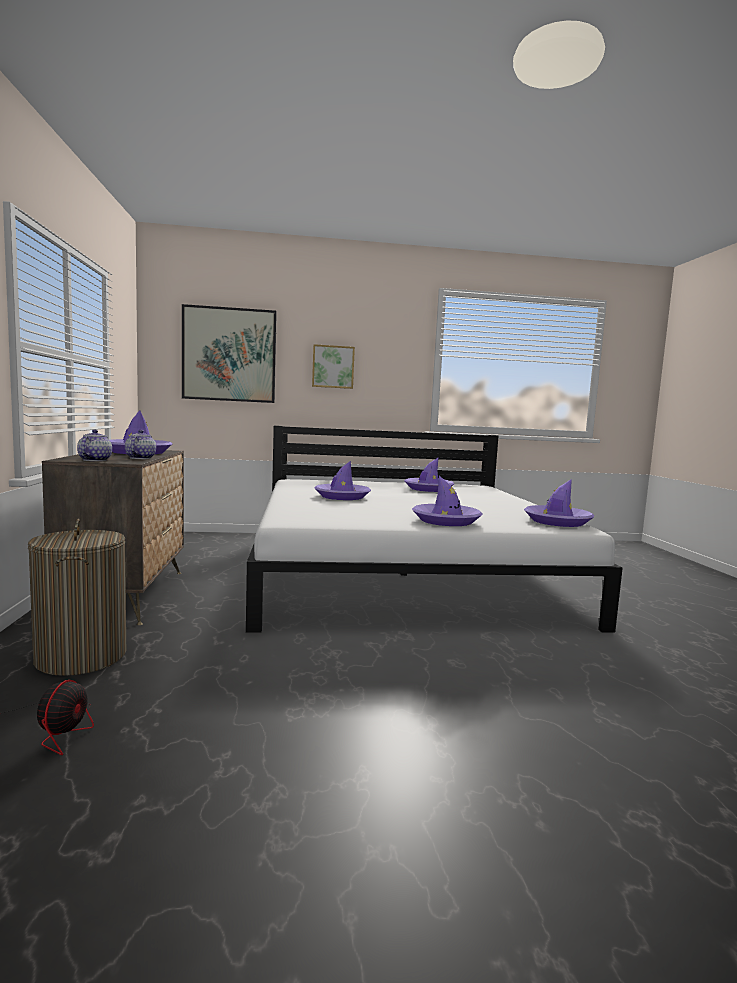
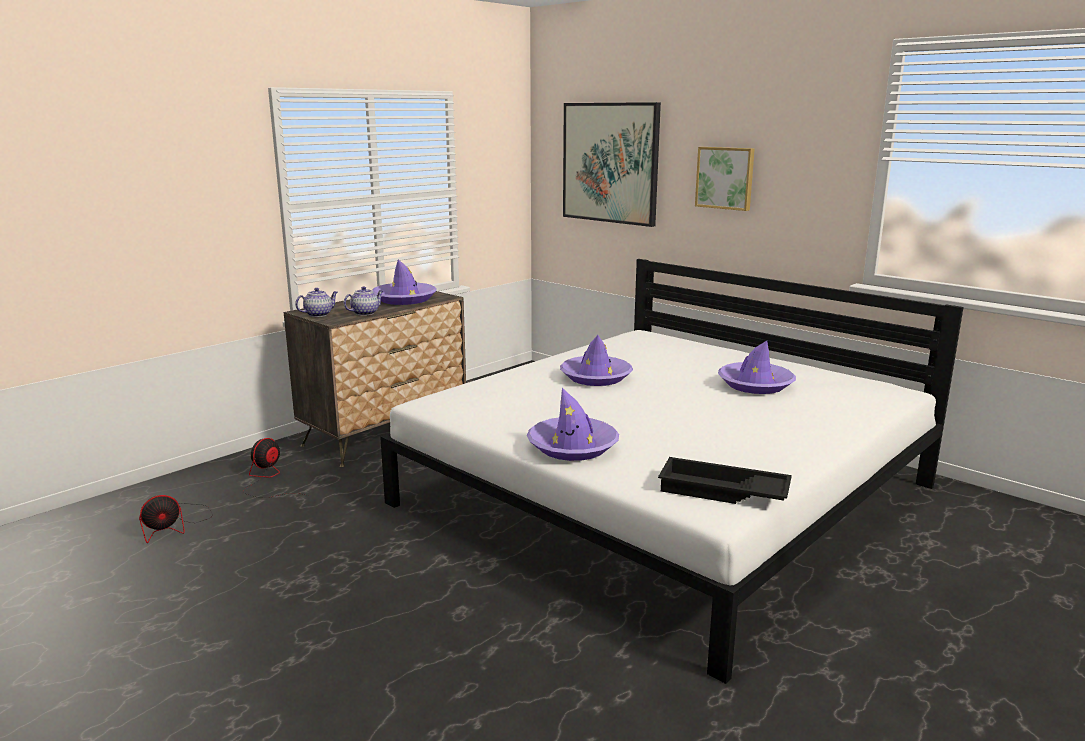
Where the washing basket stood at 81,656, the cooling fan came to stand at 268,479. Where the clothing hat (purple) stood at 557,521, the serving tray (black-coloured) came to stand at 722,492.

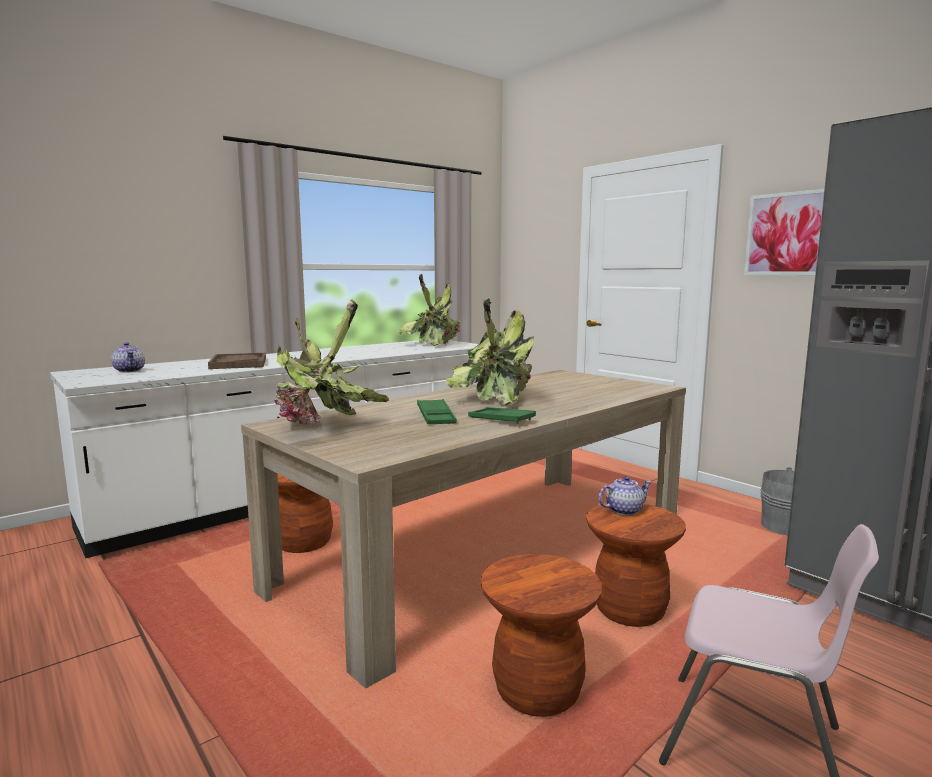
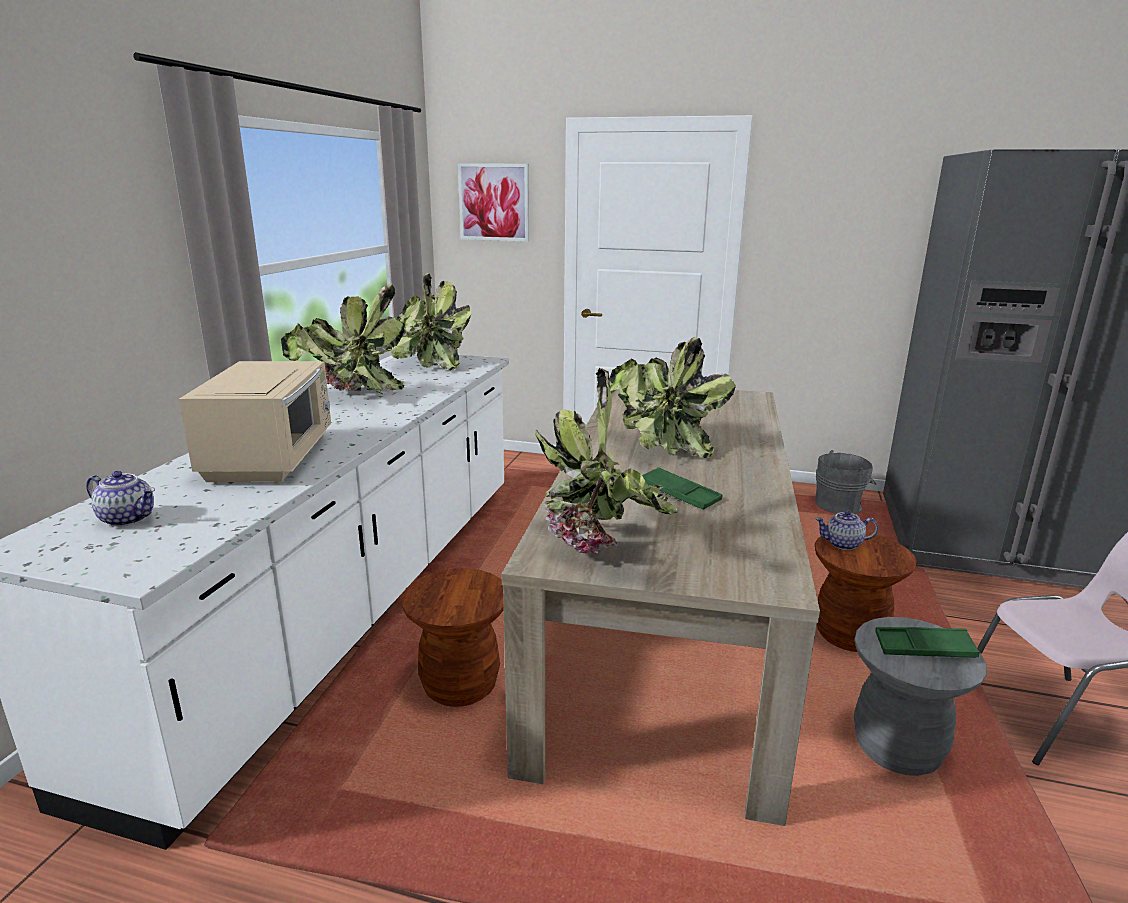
The second view gained the potted plant at 353,396. The serving tray (greenish) ended up elsewhere, having gone from 501,420 to 924,648. The wall picture ended up elsewhere, having gone from 789,234 to 494,202. Where the serving tray (brown-coloured) stood at 238,363, the microwave (beige-coloured) came to stand at 272,458. What was the stool (brown-coloured) at 537,692 turned into the stool (greyish) at 897,749. The pot for tea at 624,510 ended up facing another way, 120 degrees counterclockwise from before.

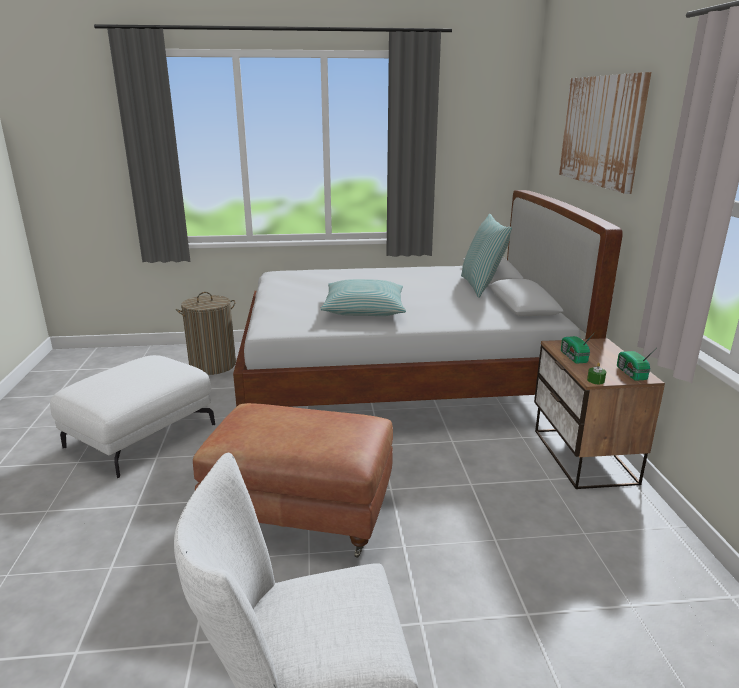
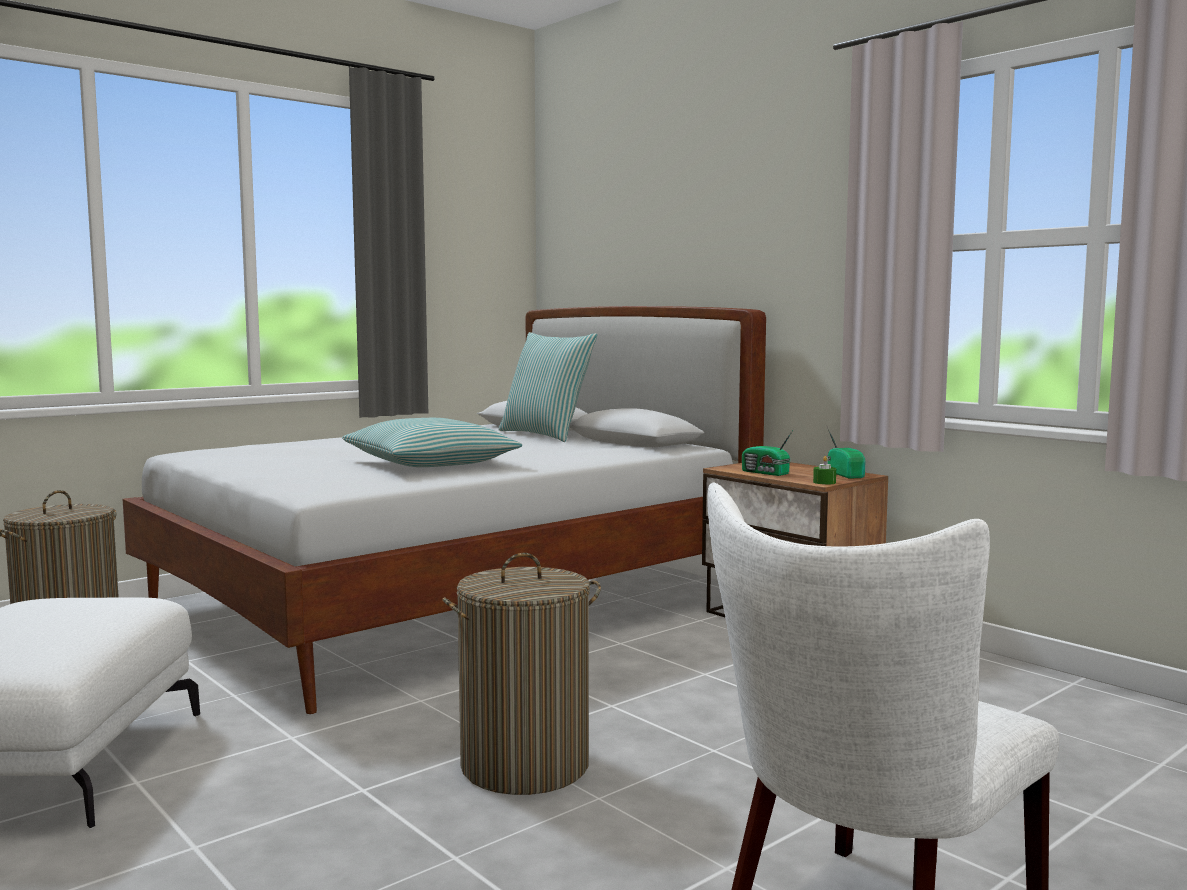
The second view lost the wall picture at 601,131. Where the pouffe (brown-coloured) stood at 302,515, the washing basket came to stand at 525,765. The radio at 631,374 ended up facing another way, 150 degrees counterclockwise from before.

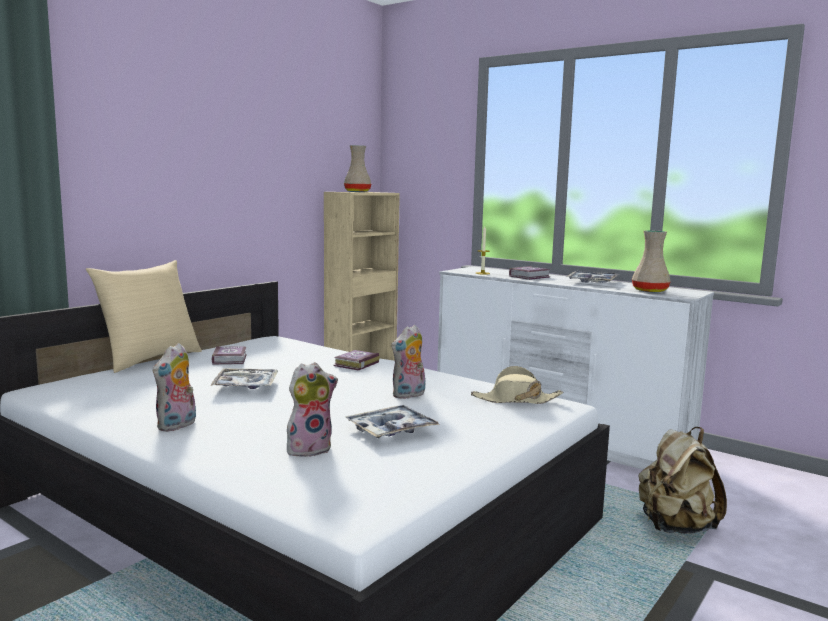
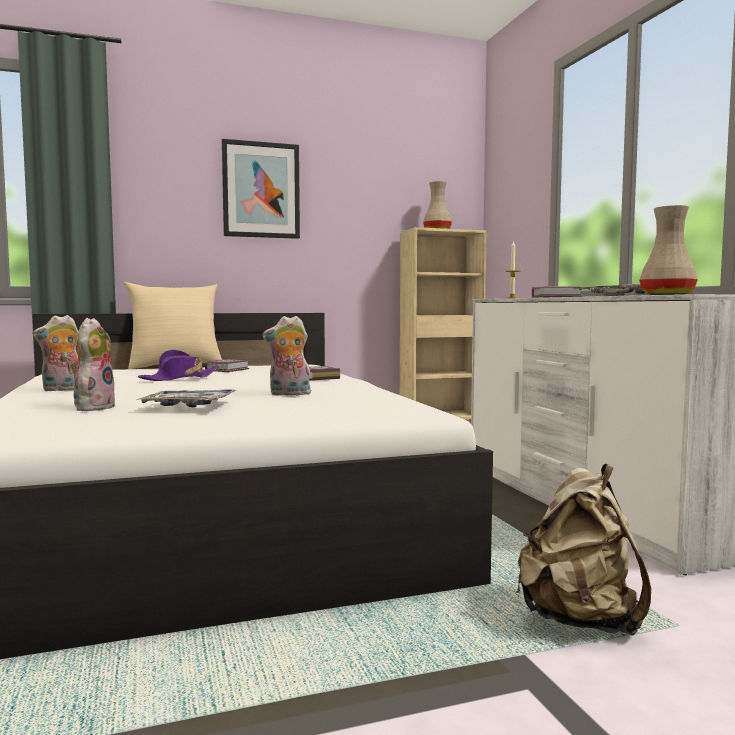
The second view lost the clothing hat (beige-coloured) at 516,400. The second view gained the wall picture at 261,190. Where the serving tray stood at 246,385, the clothing hat (purple) came to stand at 180,378. The cuddly toy at 309,448 ended up facing another way, 90 degrees counterclockwise from before.

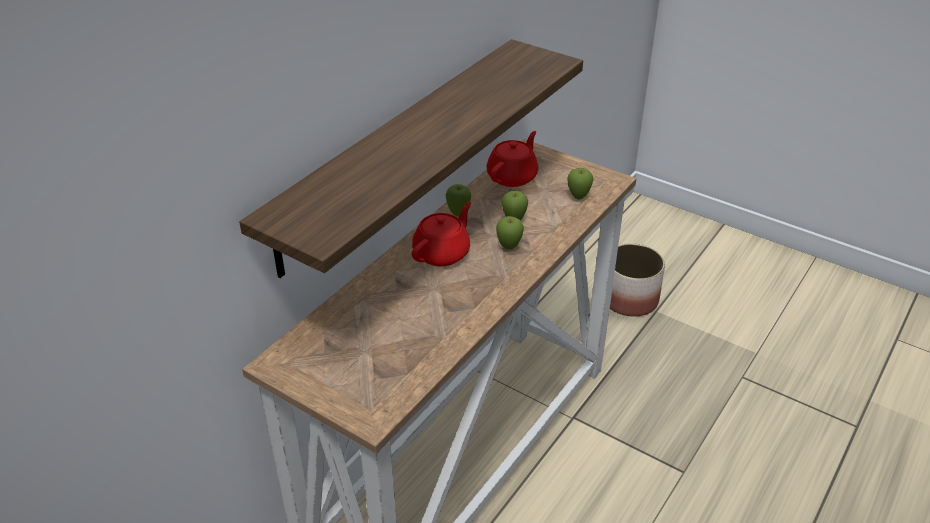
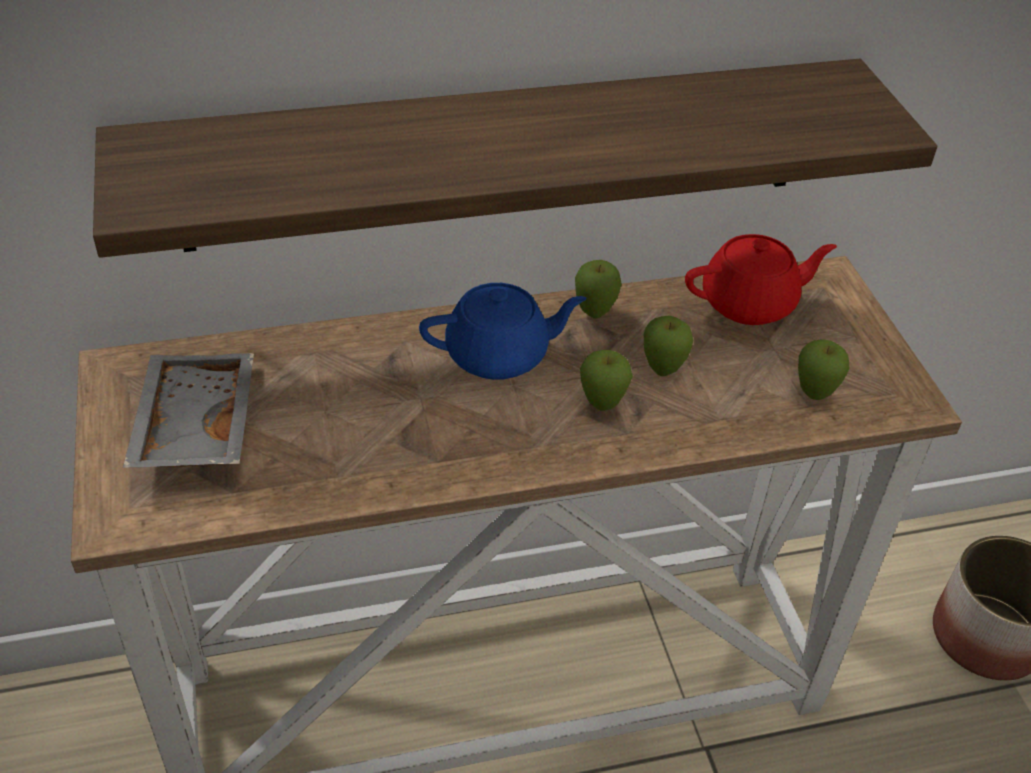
The second view gained the serving tray (greyish) at 192,426. What was the pot for tea (red-coloured) at 442,253 turned into the pot for tea (bluish) at 499,355.

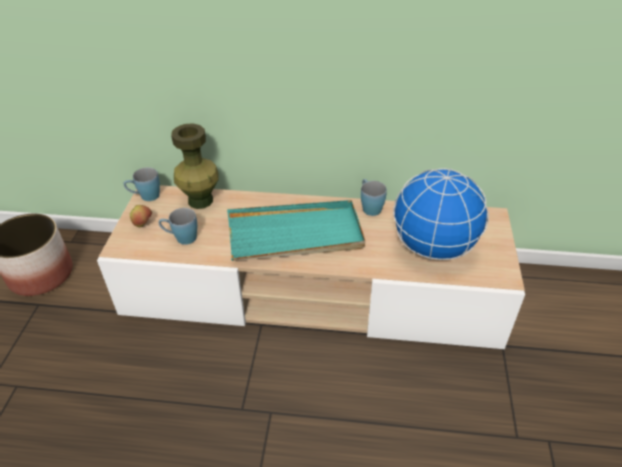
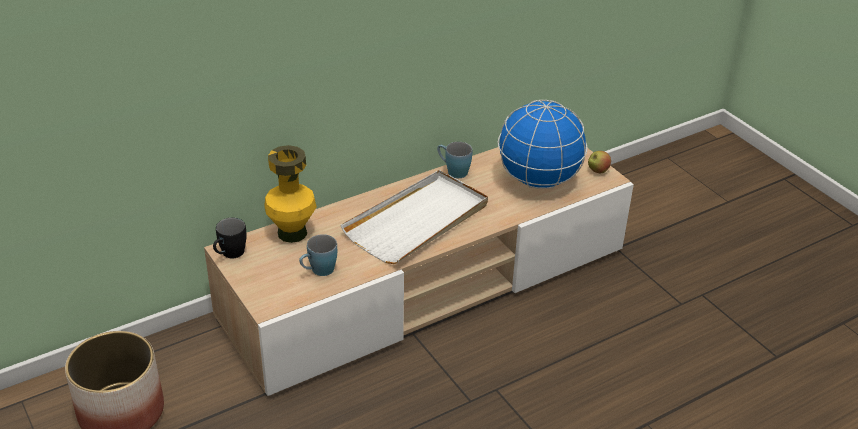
The apple ended up elsewhere, having gone from 143,224 to 598,171. What was the tea mug (bluish) at 145,196 turned into the tea mug (black-coloured) at 229,254. What was the flower vase (greenish) at 200,201 turned into the flower vase (yellowish) at 292,233. What was the serving tray (blue-green) at 295,234 turned into the serving tray (white) at 418,221.

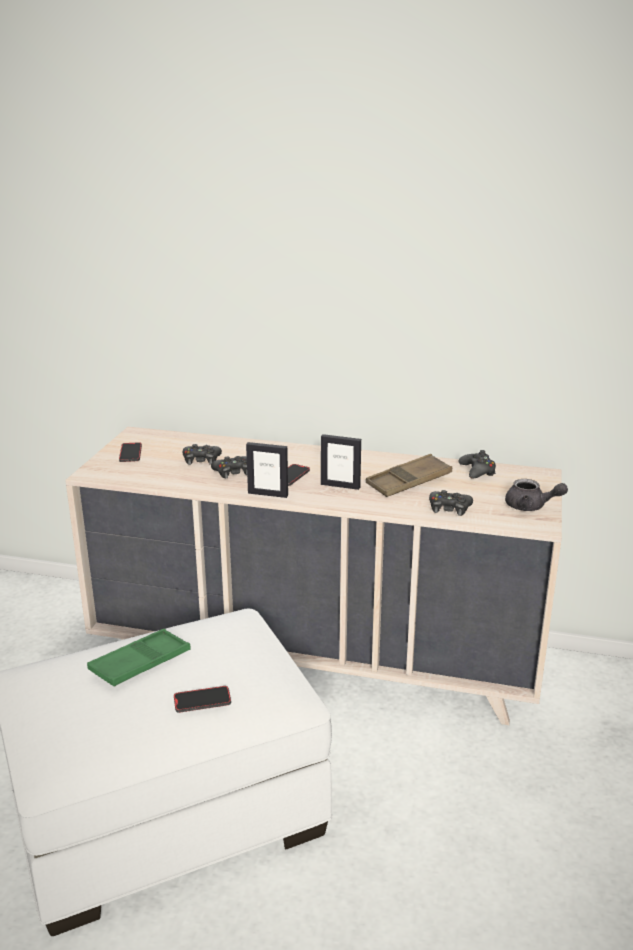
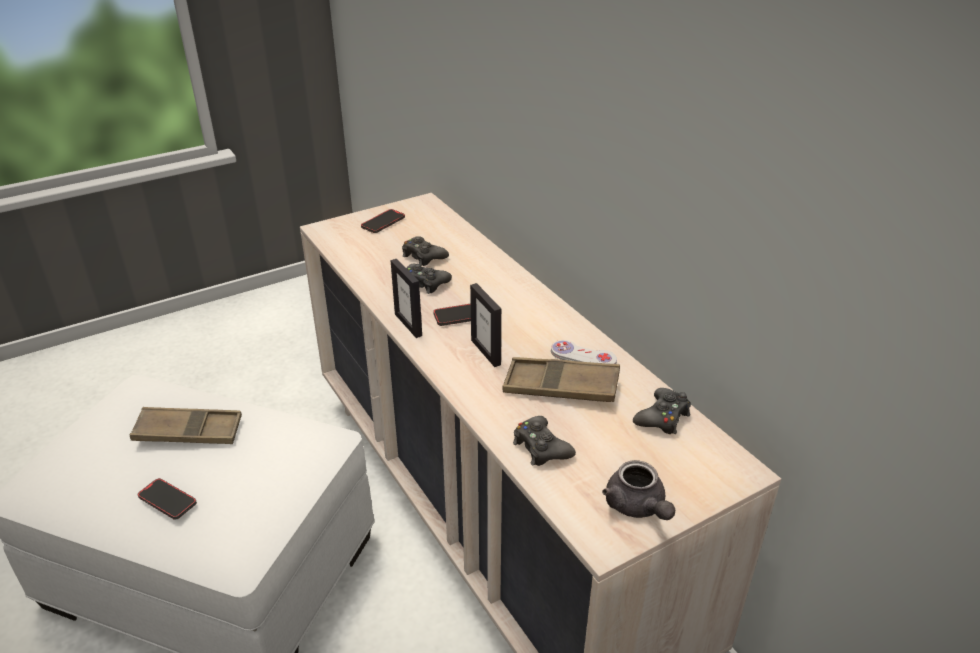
The second view gained the joypad (white) at 583,357. What was the serving tray (greenish) at 140,663 turned into the serving tray (brown-coloured) at 189,432.

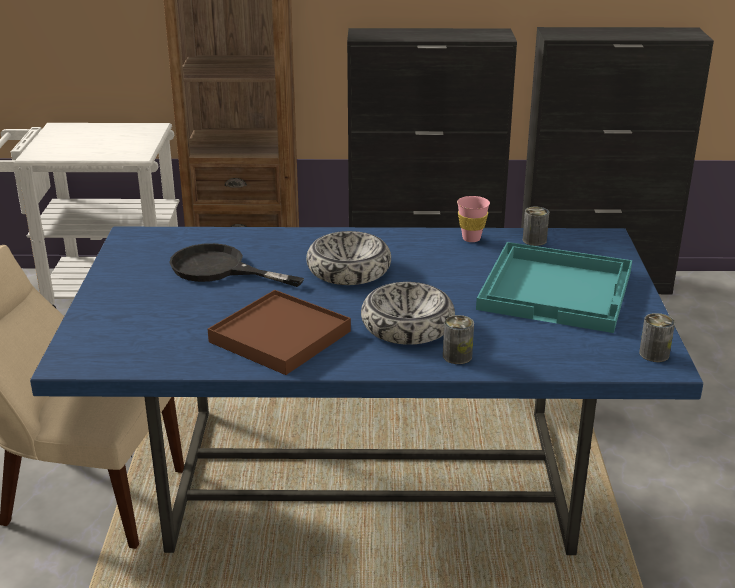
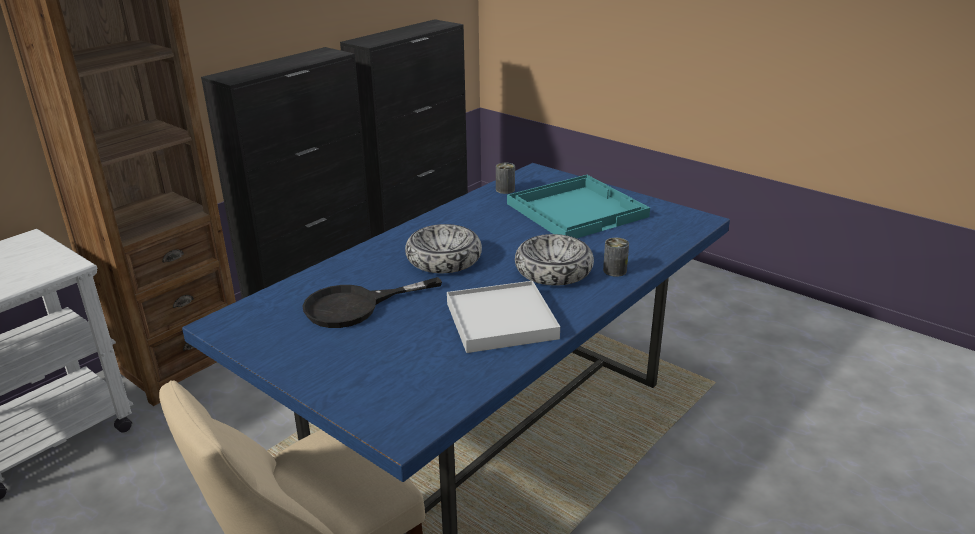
The second view lost the small cup (pinkish) at 471,238. The second view lost the sealed can at 654,354. What was the serving tray (brown-coloured) at 280,336 turned into the serving tray (white) at 501,320.

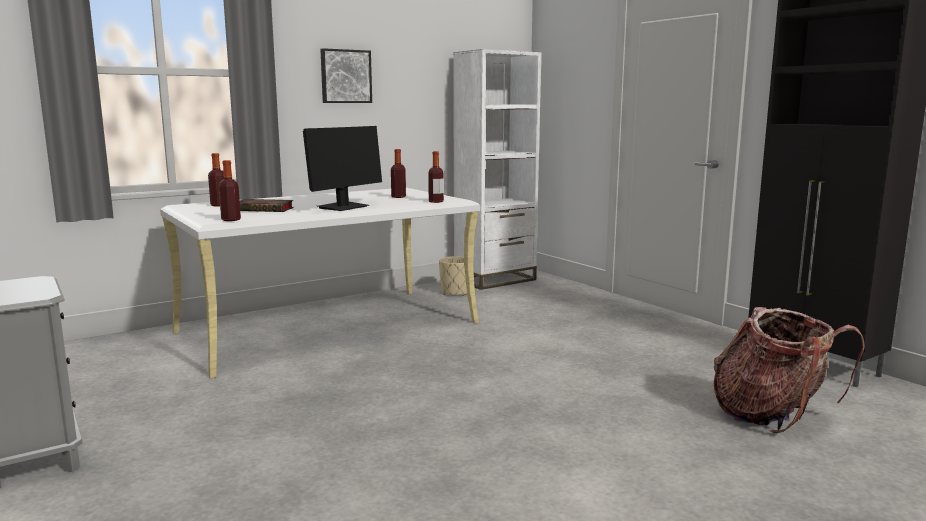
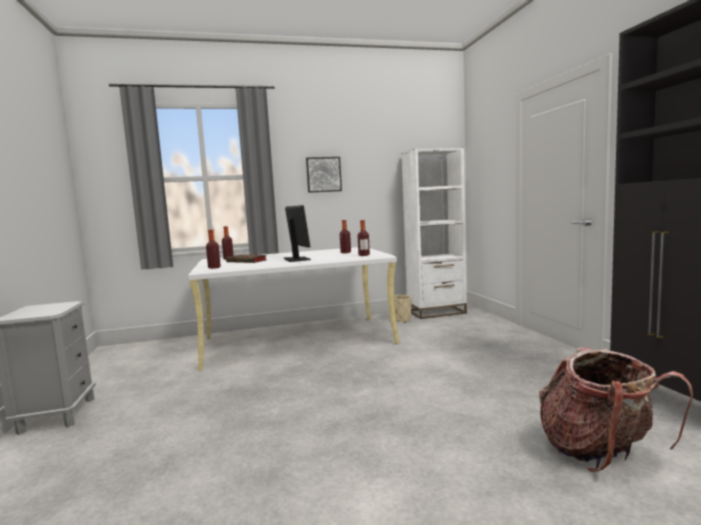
The computer screen at 343,207 ended up facing another way, 75 degrees counterclockwise from before.

